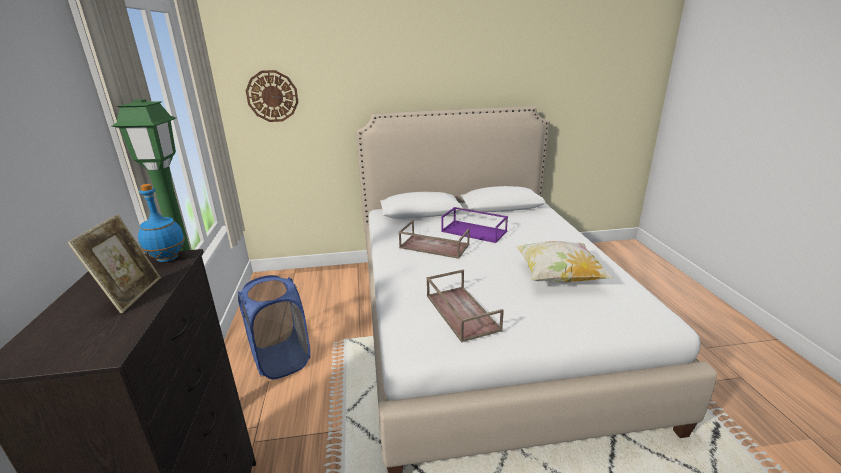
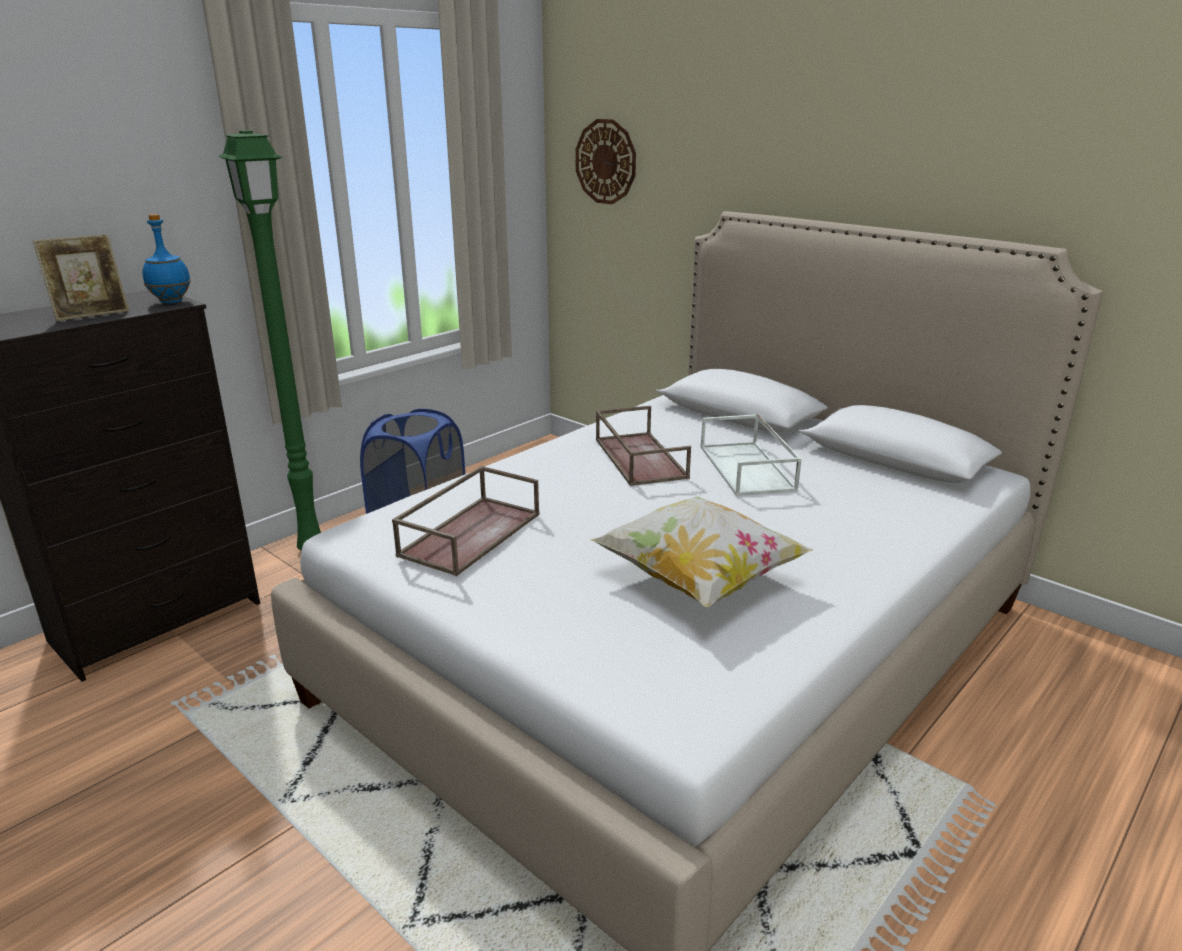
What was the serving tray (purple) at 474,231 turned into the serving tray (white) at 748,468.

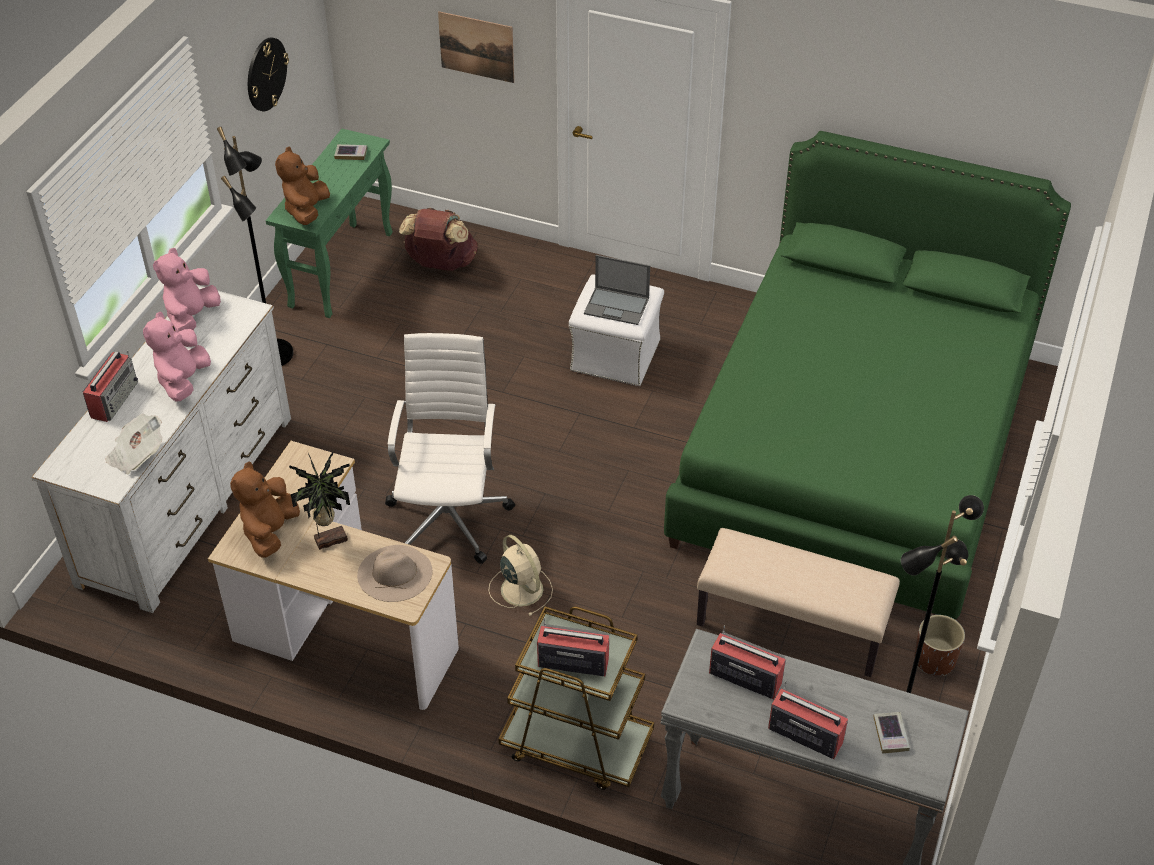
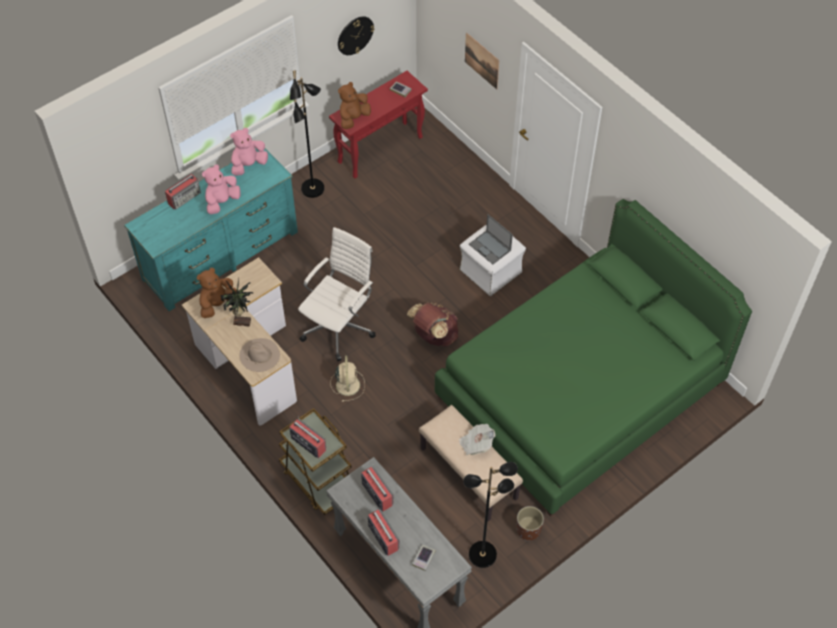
The newspaper ended up elsewhere, having gone from 137,455 to 476,444. The rucksack (brown-coloured) ended up elsewhere, having gone from 441,264 to 434,335. What was the chest of drawers (white) at 188,499 turned into the chest of drawers (blue-green) at 221,255. What was the console table (greenish) at 341,269 turned into the console table (red-coloured) at 380,149.

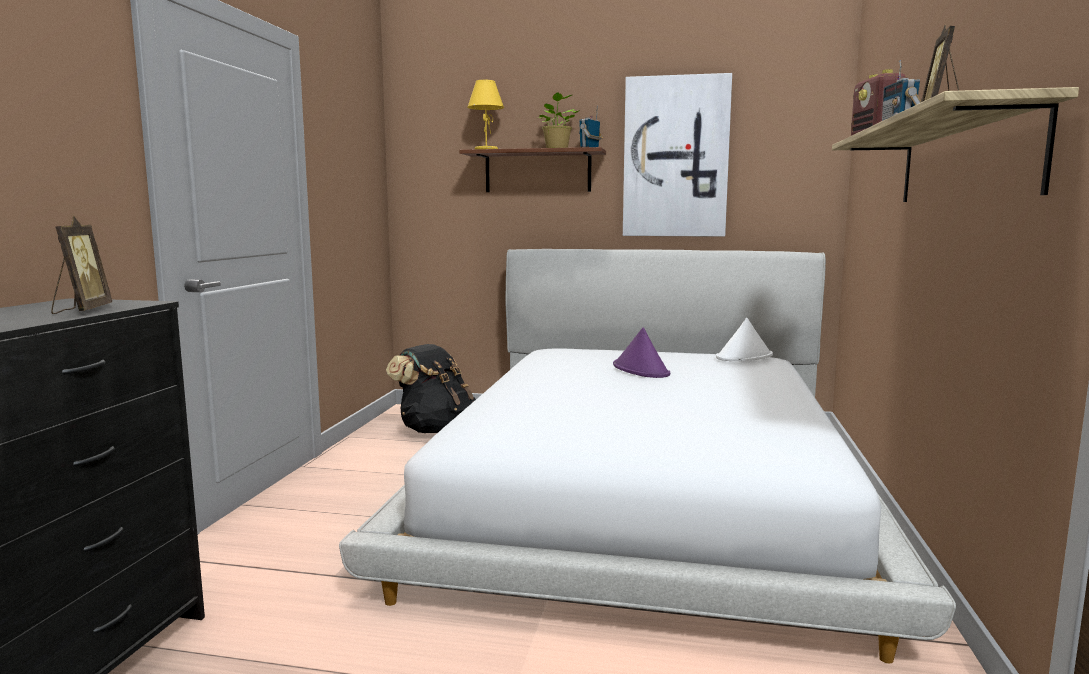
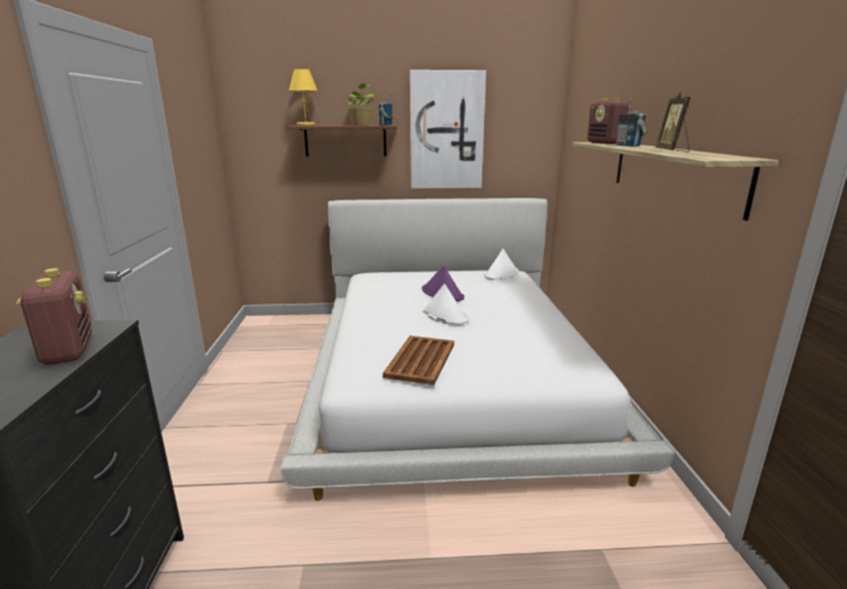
The second view lost the rucksack (black-coloured) at 435,430. The second view gained the serving tray (brown-coloured) at 421,359. The second view gained the clothing hat (white) at 444,315. Where the picture frame stood at 81,311, the radio came to stand at 68,350.

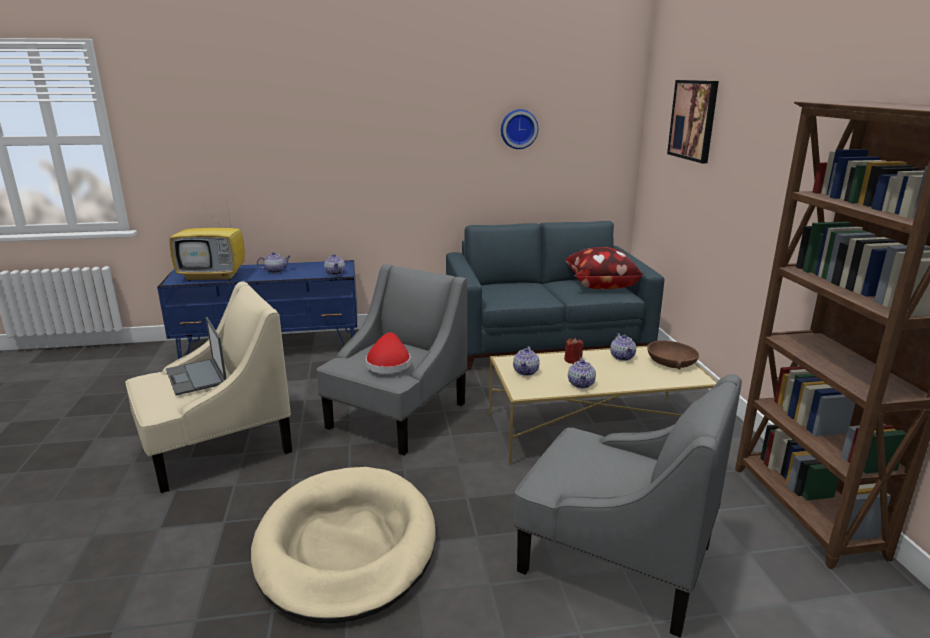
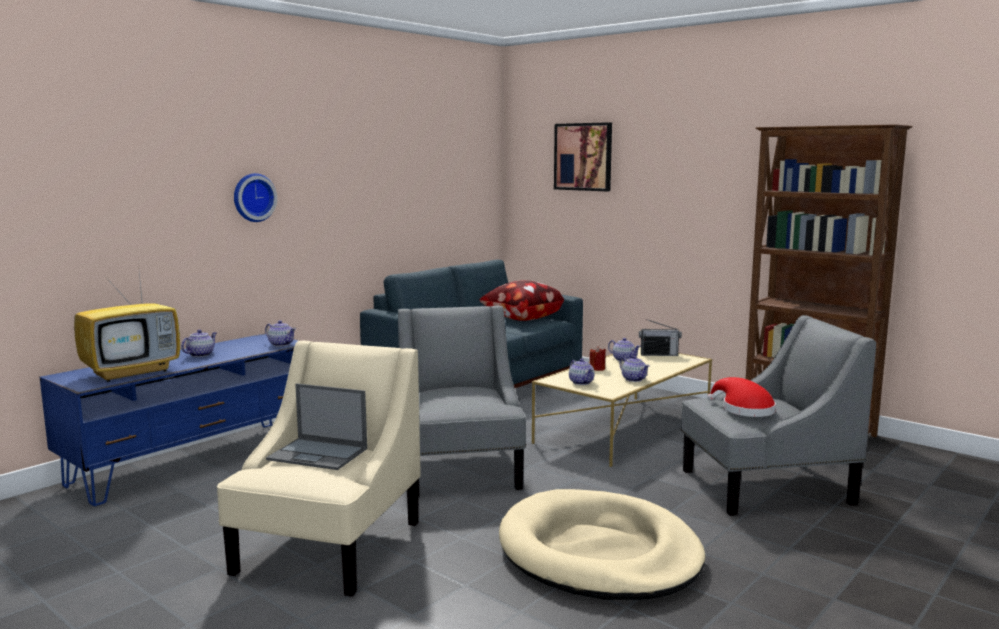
The clothing hat (red-coloured) ended up elsewhere, having gone from 388,363 to 744,409. The wall clock ended up elsewhere, having gone from 518,129 to 253,197. Where the serving bowl (brown-coloured) stood at 671,361, the radio came to stand at 659,354.

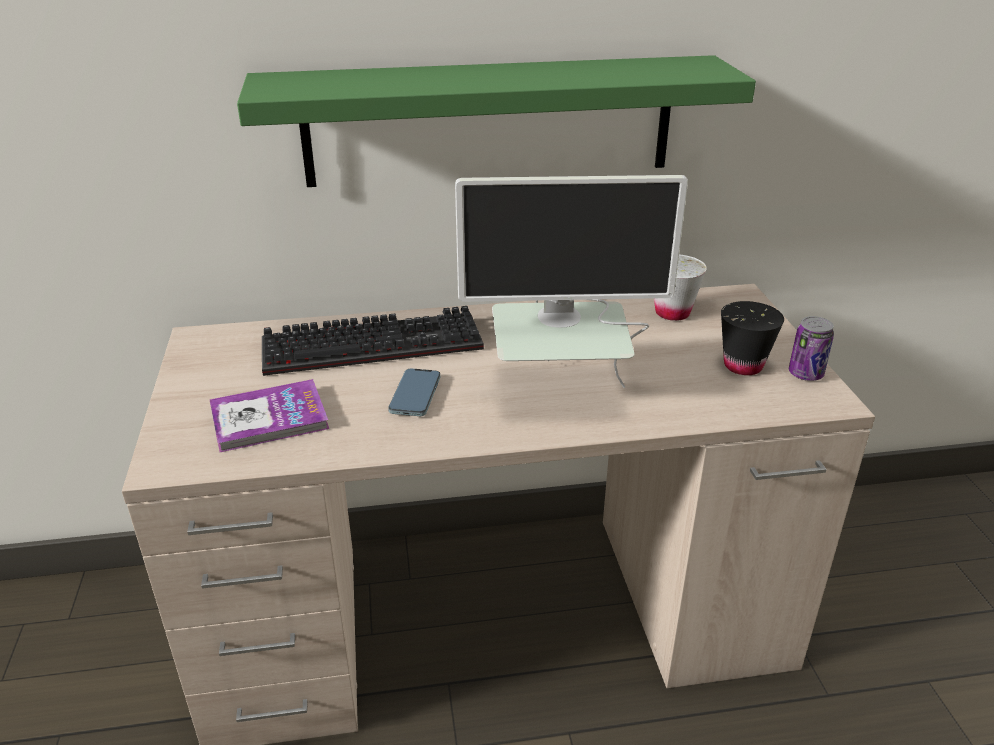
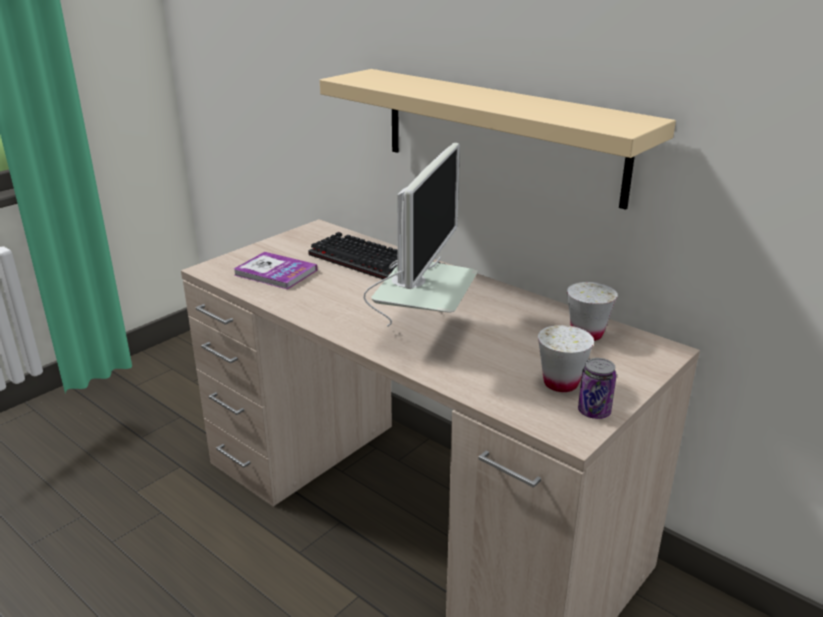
The second view lost the phone at 415,395. What was the bracket shelf (greenish) at 489,121 turned into the bracket shelf (beige-coloured) at 500,134. What was the small cup (black-coloured) at 743,365 turned into the small cup (white) at 561,383. The computer screen at 560,389 ended up facing another way, 120 degrees counterclockwise from before.

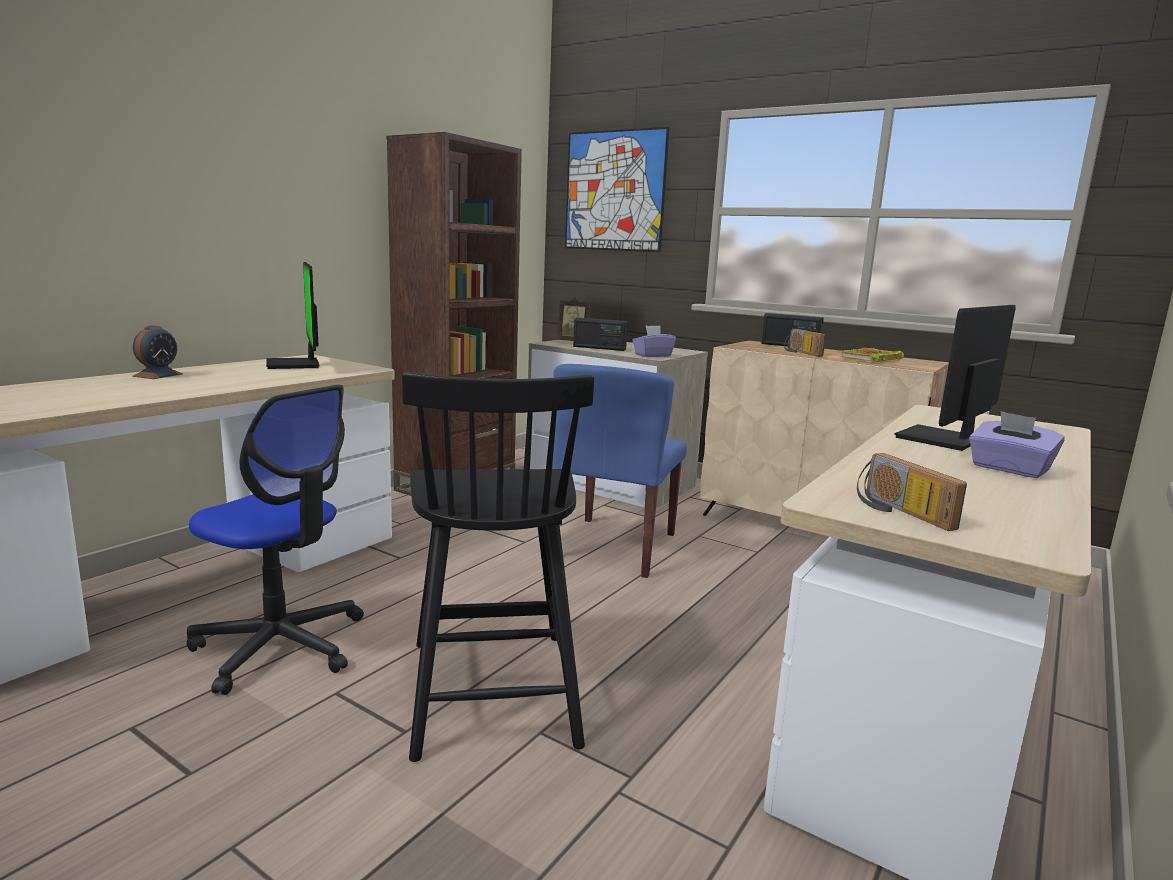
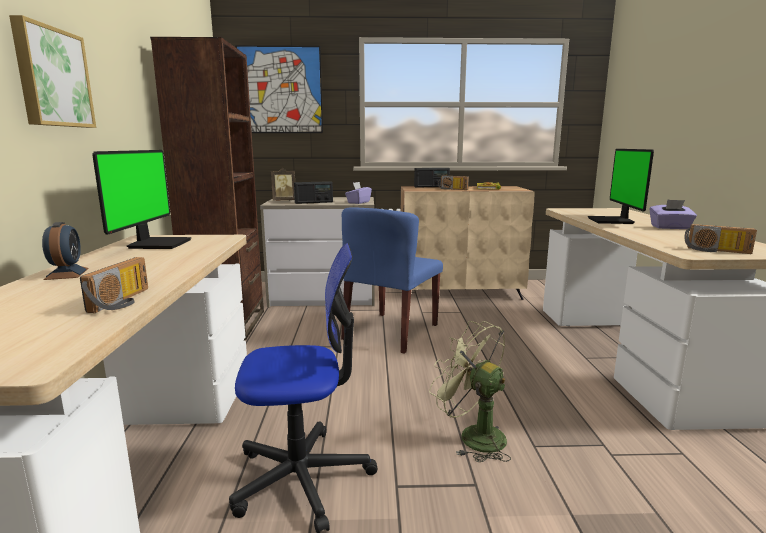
The second view gained the wall picture at 52,78. The second view gained the radio at 124,301. Where the chair (black-coloured) stood at 492,688, the cooling fan (greenish) came to stand at 473,436. The computer screen at 296,364 ended up facing another way, 120 degrees counterclockwise from before. The chair (bluish) at 613,546 ended up facing another way, 45 degrees clockwise from before.

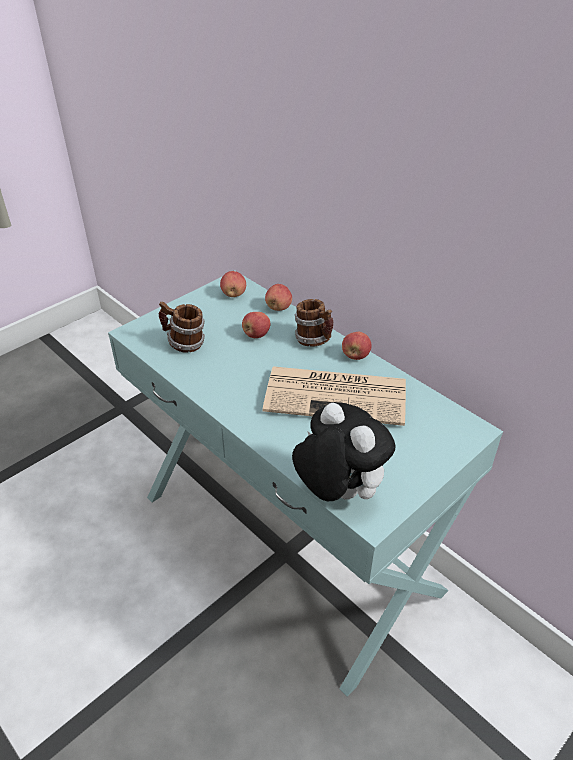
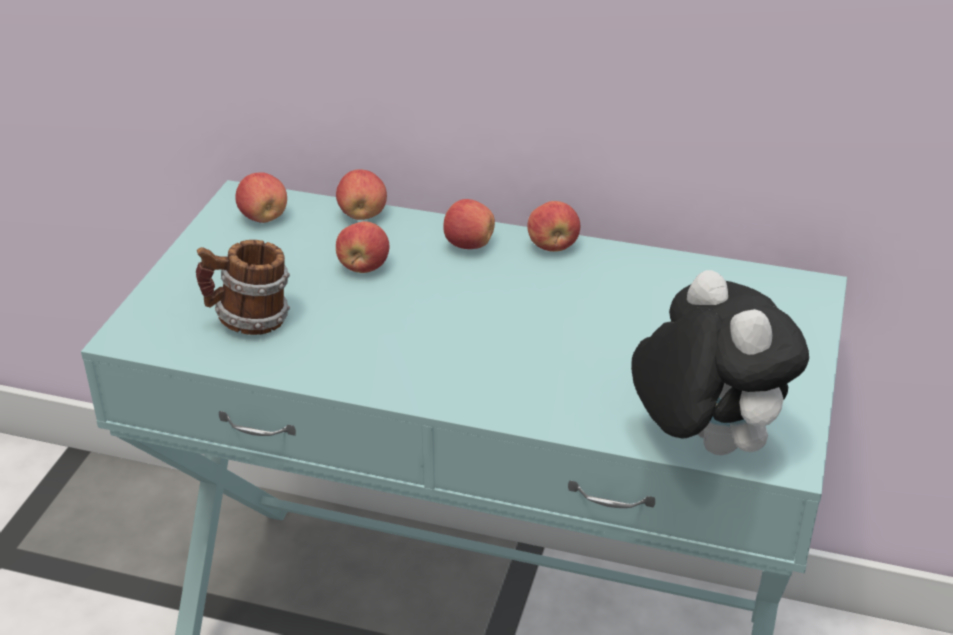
The second view lost the newspaper at 338,395. Where the tea mug stood at 314,340, the apple came to stand at 468,244. The cuddly toy at 337,492 ended up facing another way, 45 degrees clockwise from before.

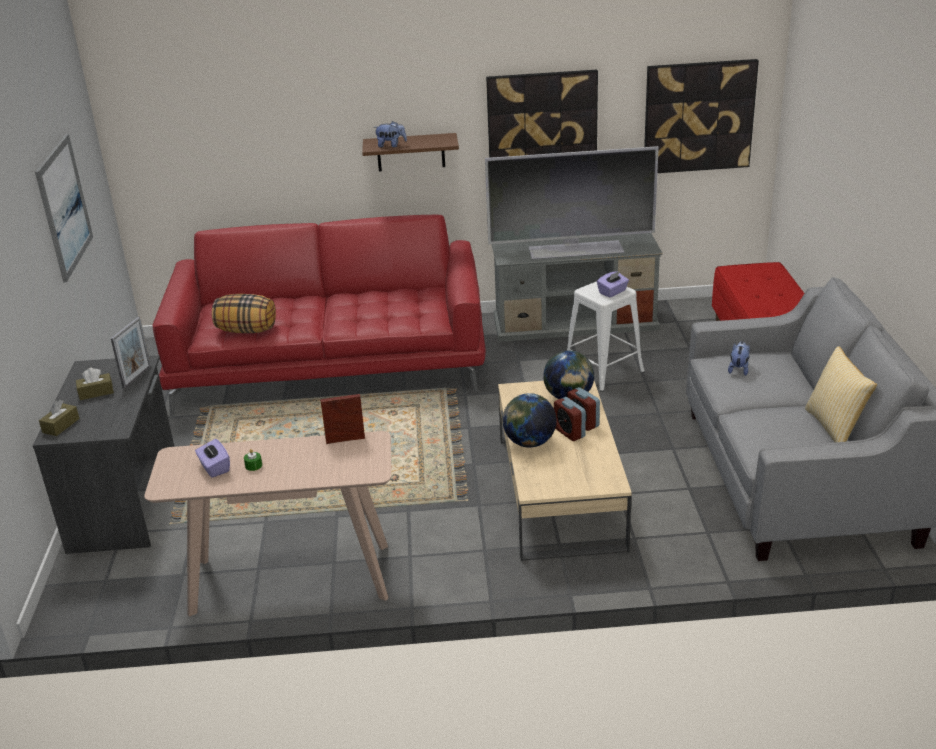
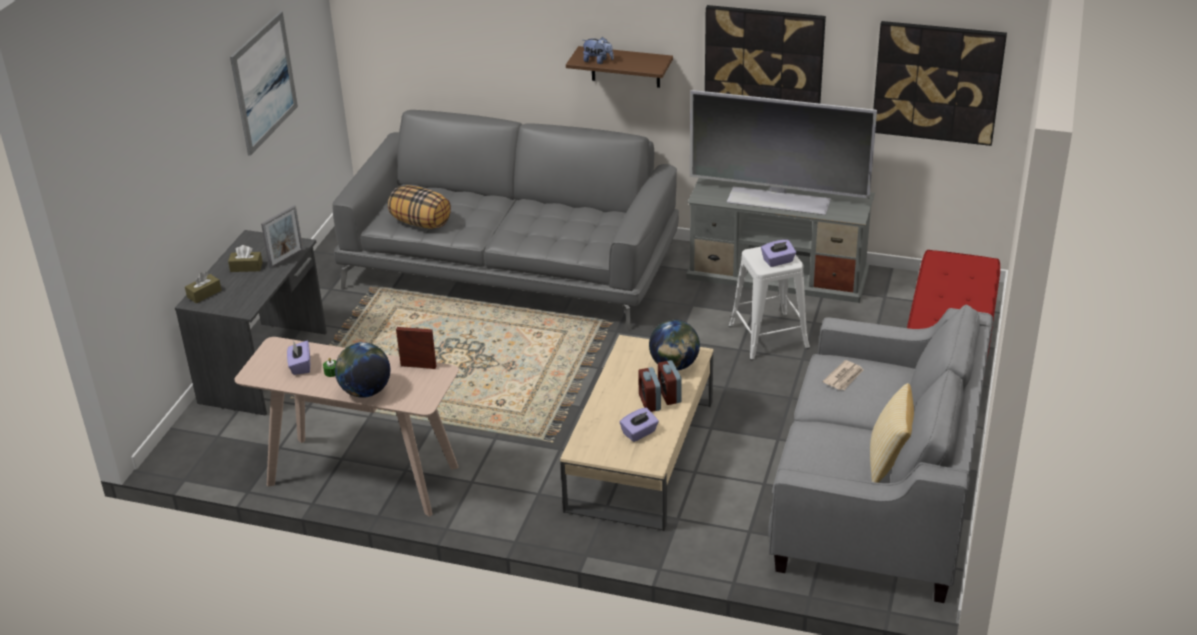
The second view gained the tissue holder (purple) at 639,433. The world globe ended up elsewhere, having gone from 529,443 to 365,391. Where the cuddly toy stood at 738,369, the newspaper came to stand at 844,377. What was the sofa (red-coloured) at 331,363 turned into the sofa (greyish) at 512,266.

